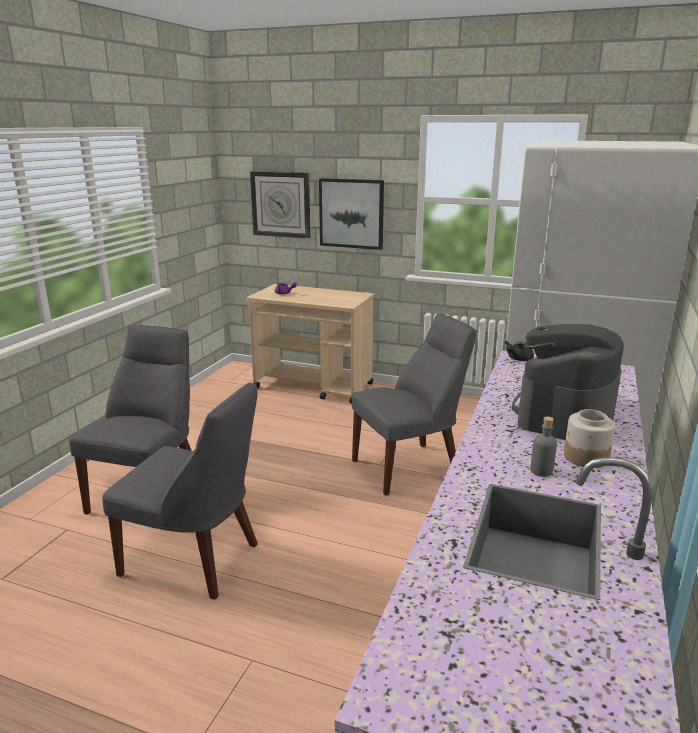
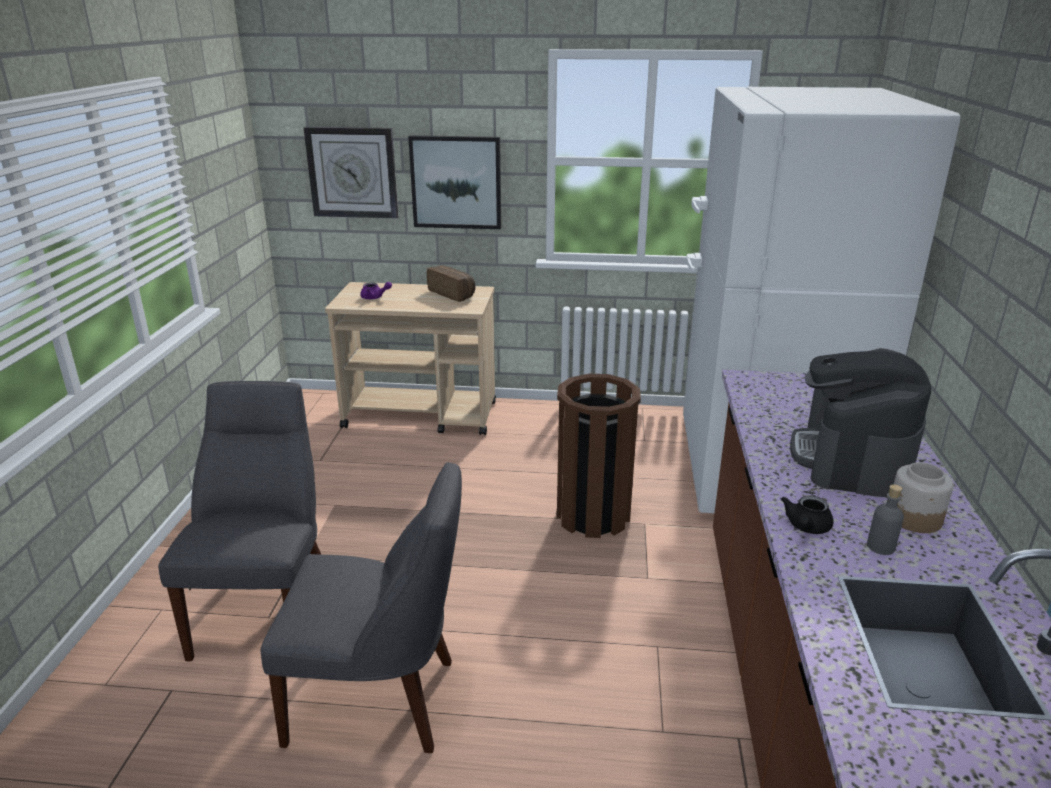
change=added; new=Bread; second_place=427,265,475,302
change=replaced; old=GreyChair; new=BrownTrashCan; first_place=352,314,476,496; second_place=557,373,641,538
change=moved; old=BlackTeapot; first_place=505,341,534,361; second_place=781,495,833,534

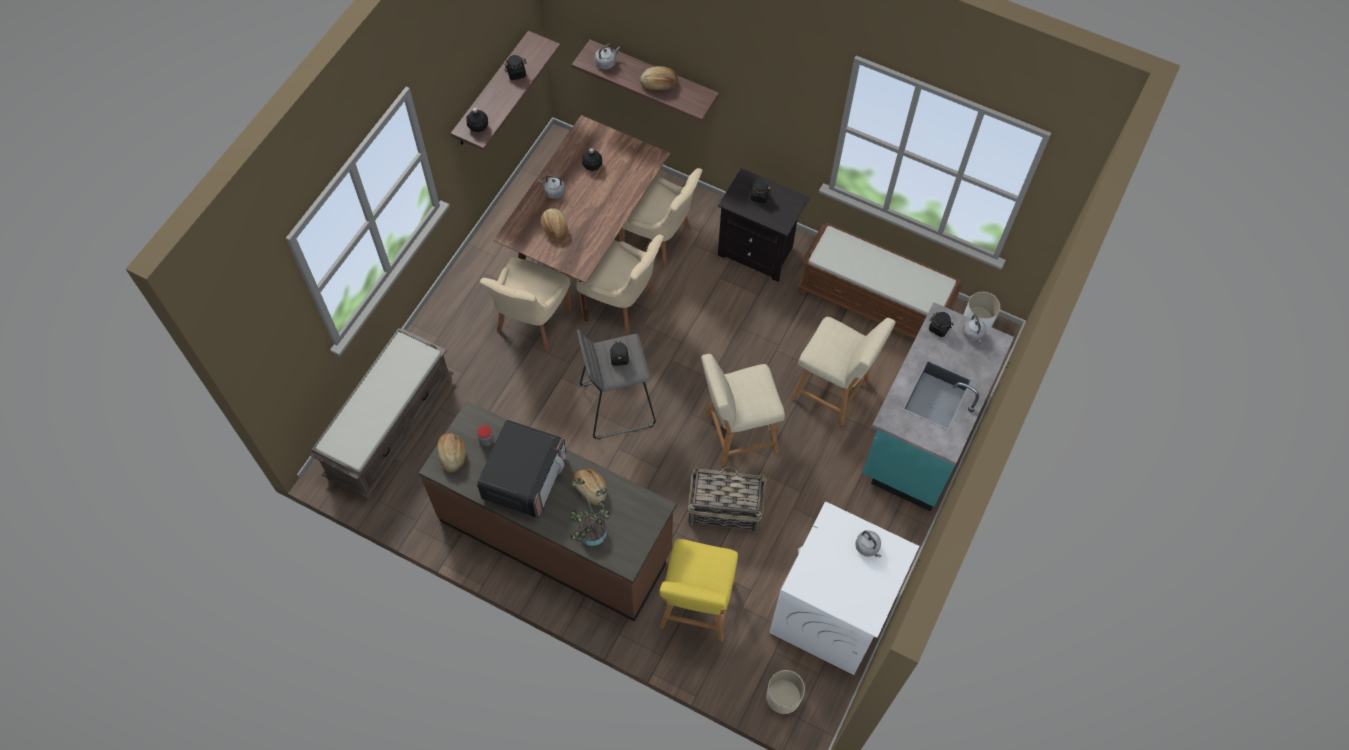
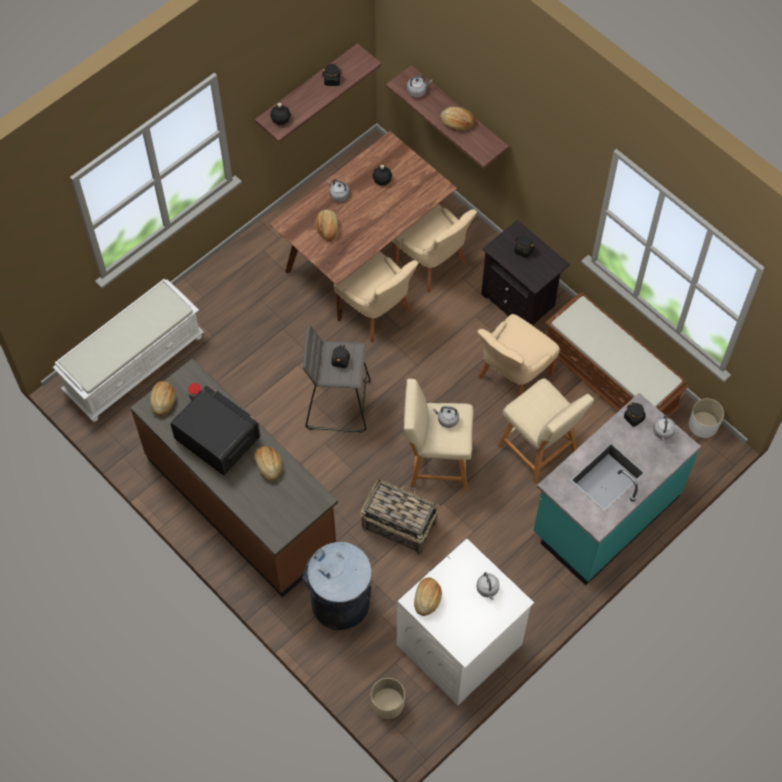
change=recoloured; old=BrownBench; new=WhiteBench; first_place=310,328,454,500; second_place=53,279,204,422
change=turned; old=Microwave; first_place=477,420,567,518; second_place=170,385,261,475; degrees=-90
change=replaced; old=YellowStool; new=GreyTrashCan; first_place=659,539,738,642; second_place=302,542,372,630
change=added; new=Bread; second_place=414,577,442,616
change=added; new=GreyKettle; second_place=433,406,459,428
change=moved; old=BeigeChair; first_place=480,257,571,350; second_place=477,314,560,397
change=removed; old=PottedPlant; first_place=569,478,611,546

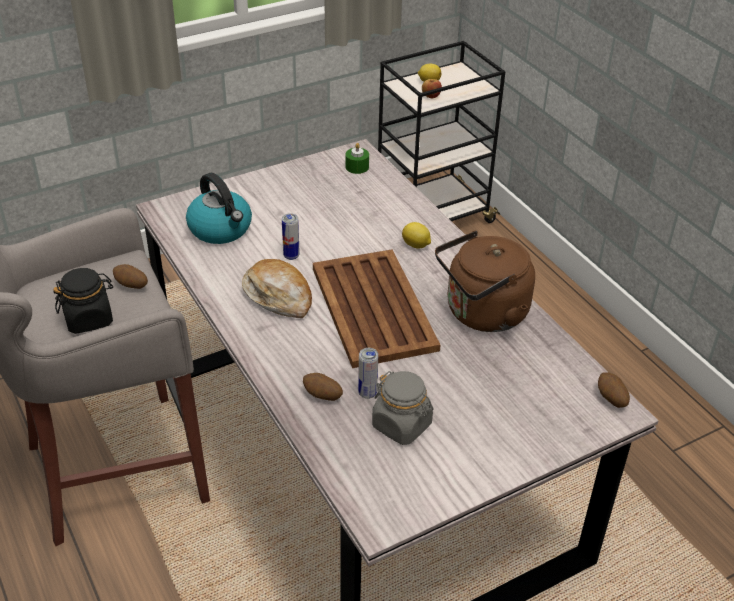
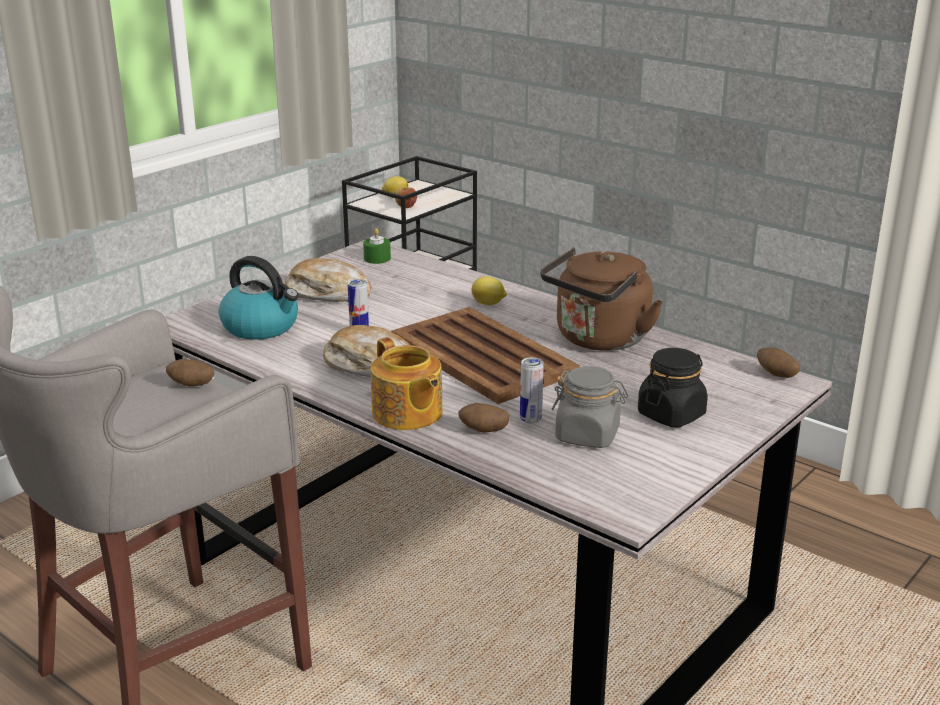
change=added; new=Bread; second_place=285,258,371,302
change=added; new=Teapot; second_place=371,337,443,430
change=moved; old=BlackJar; first_place=53,268,113,334; second_place=638,348,708,427

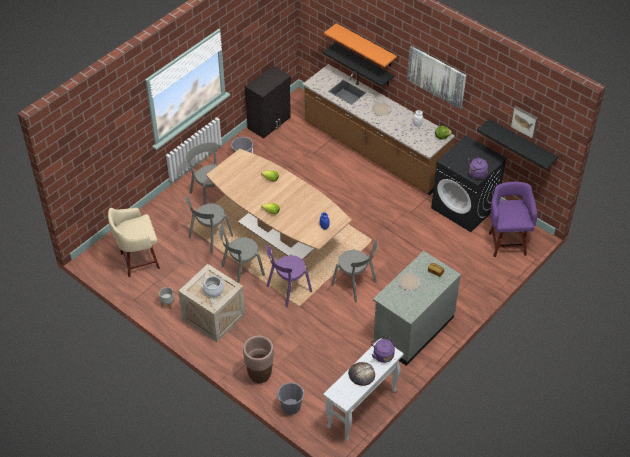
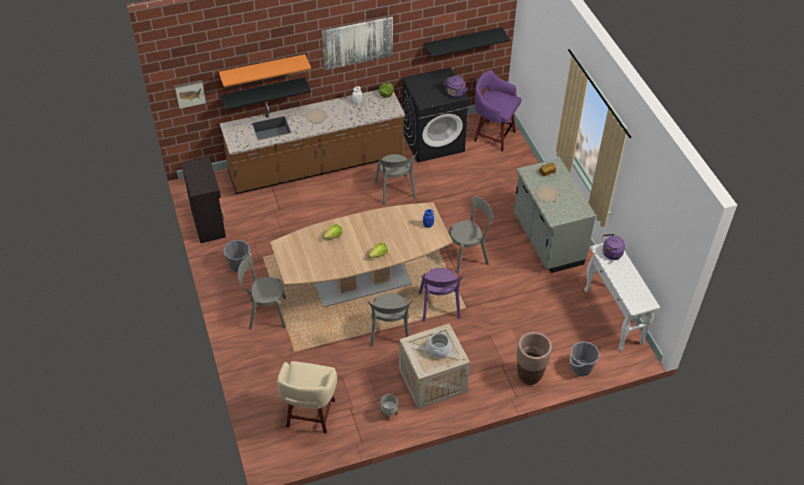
change=moved; old=Picture; first_place=510,106,538,139; second_place=174,80,207,109
change=moved; old=GreyChair; first_place=185,196,233,254; second_place=374,151,418,205
change=removed; old=Bread; first_place=348,362,375,386

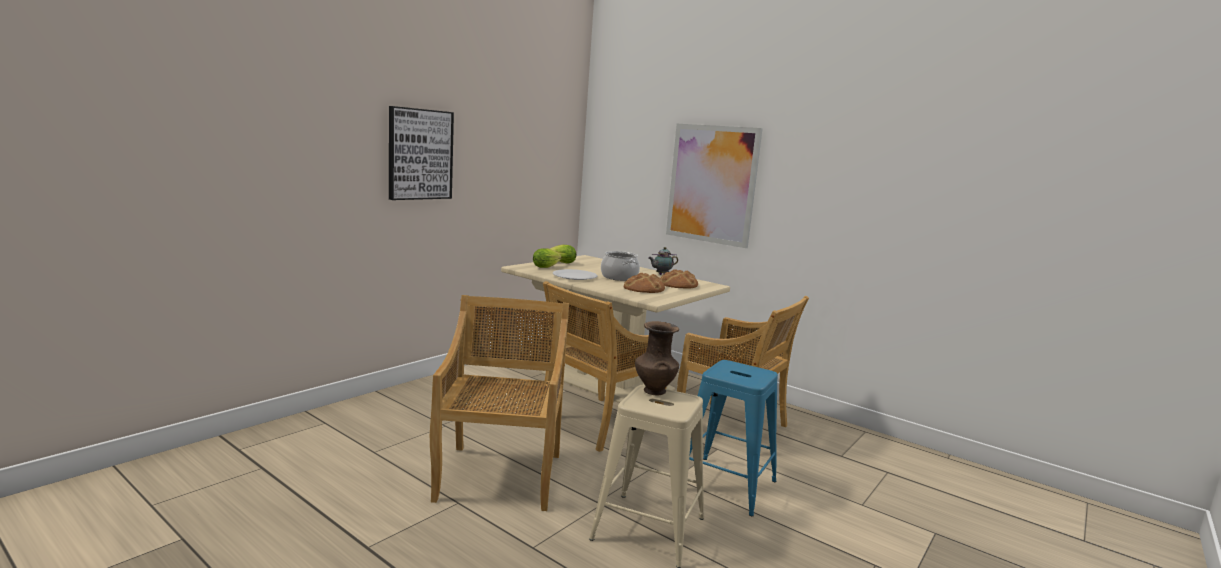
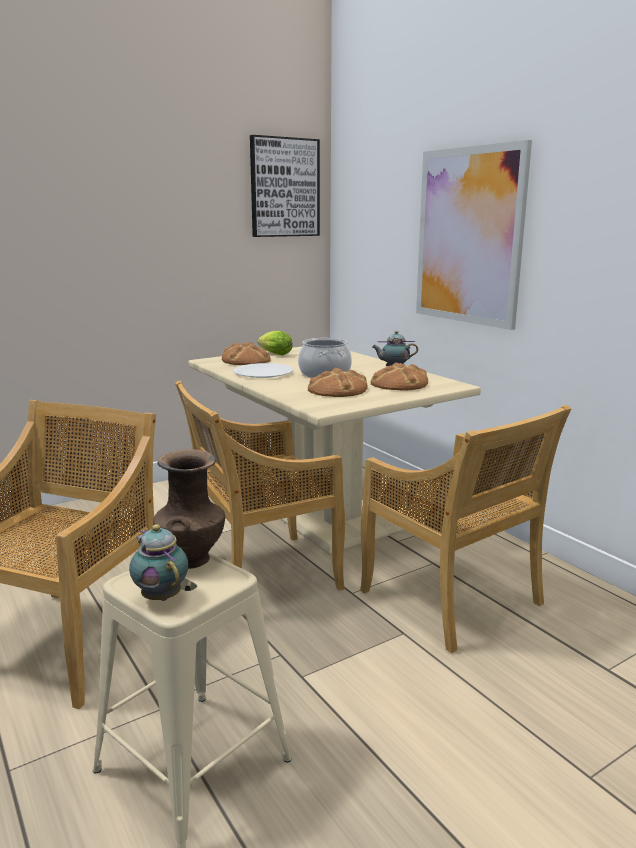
change=added; new=Teapot; second_place=129,524,188,601
change=replaced; old=Lettuce; new=Bread; first_place=533,248,562,268; second_place=222,342,271,365
change=moved; old=Picture; first_place=389,106,454,200; second_place=250,135,320,237
change=removed; old=BlueStool; first_place=689,360,778,516

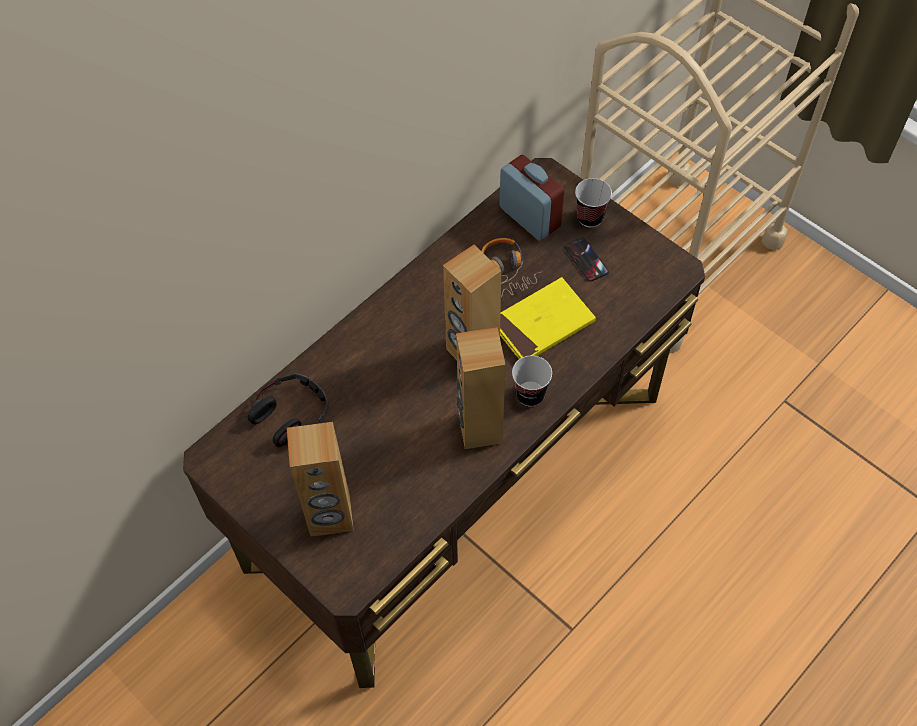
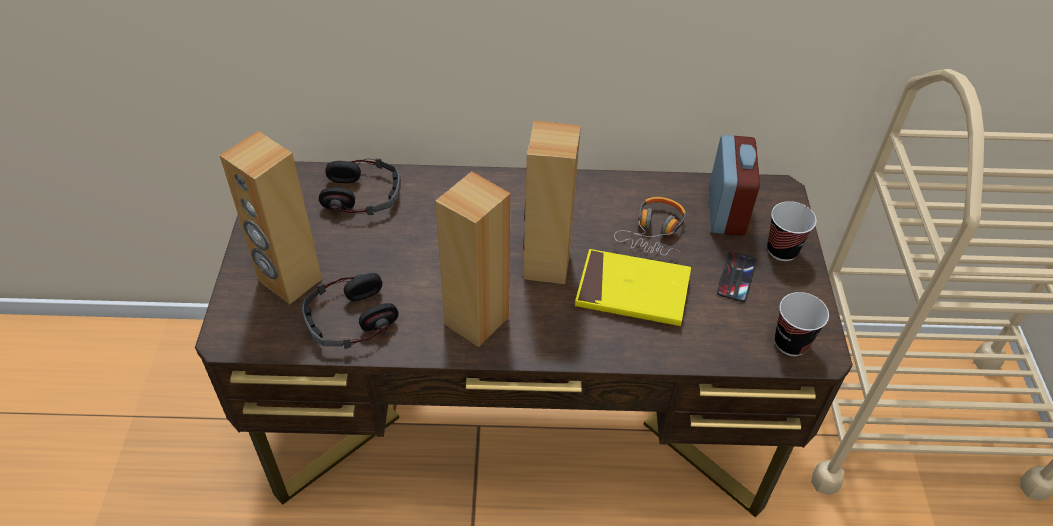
change=added; new=Headphones; second_place=302,273,399,349
change=moved; old=Cup; first_place=512,355,552,406; second_place=775,292,829,356

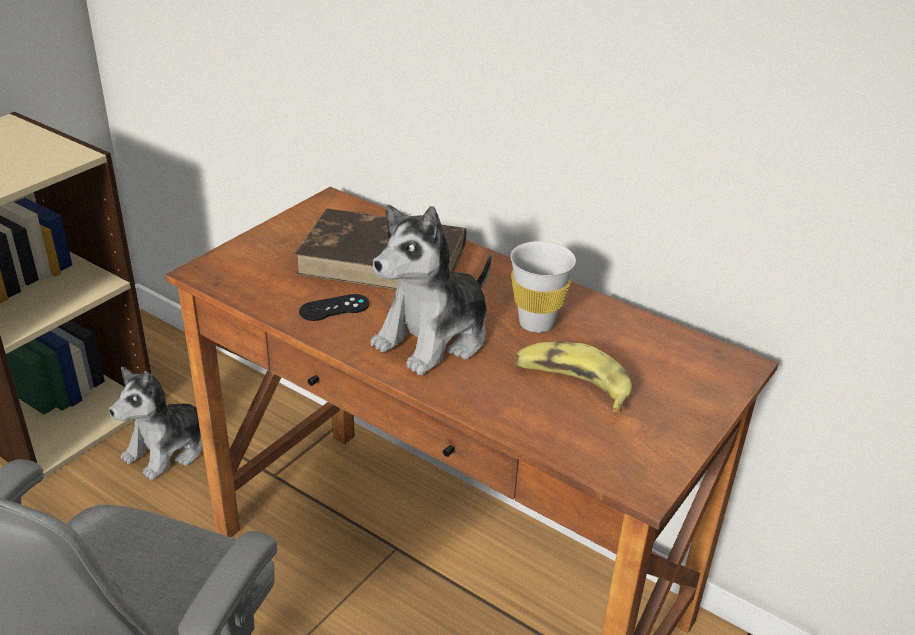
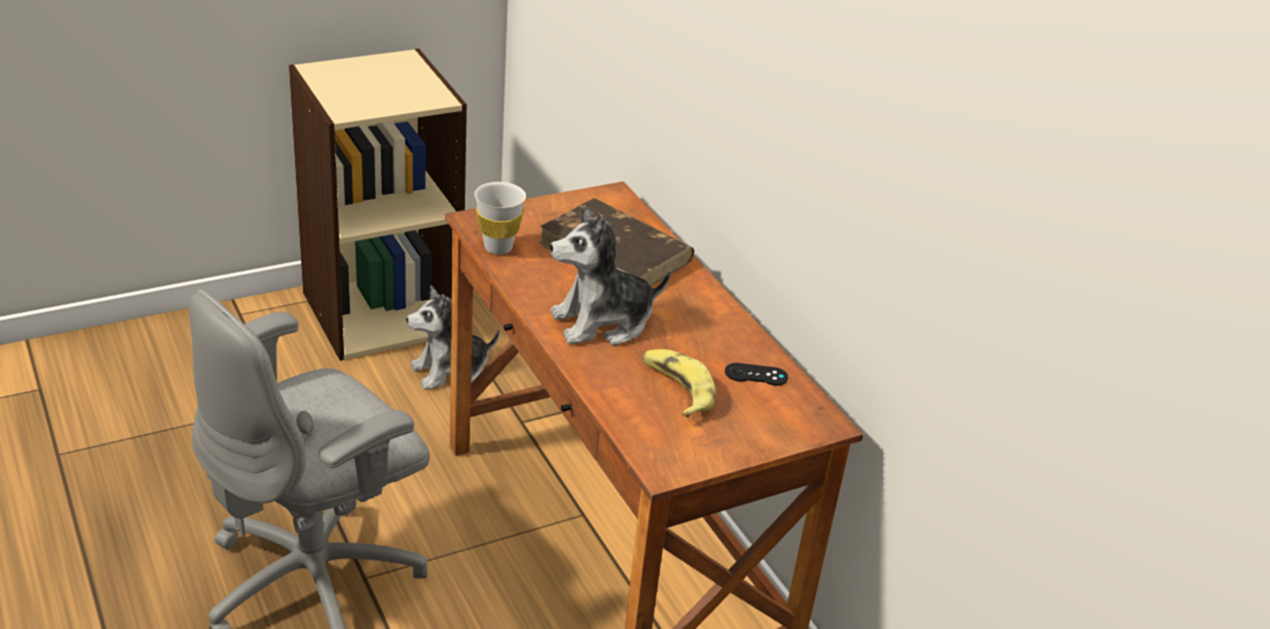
change=moved; old=WhiteCup; first_place=510,241,576,333; second_place=475,182,526,255
change=moved; old=BlackGameController; first_place=299,294,369,321; second_place=725,363,788,386

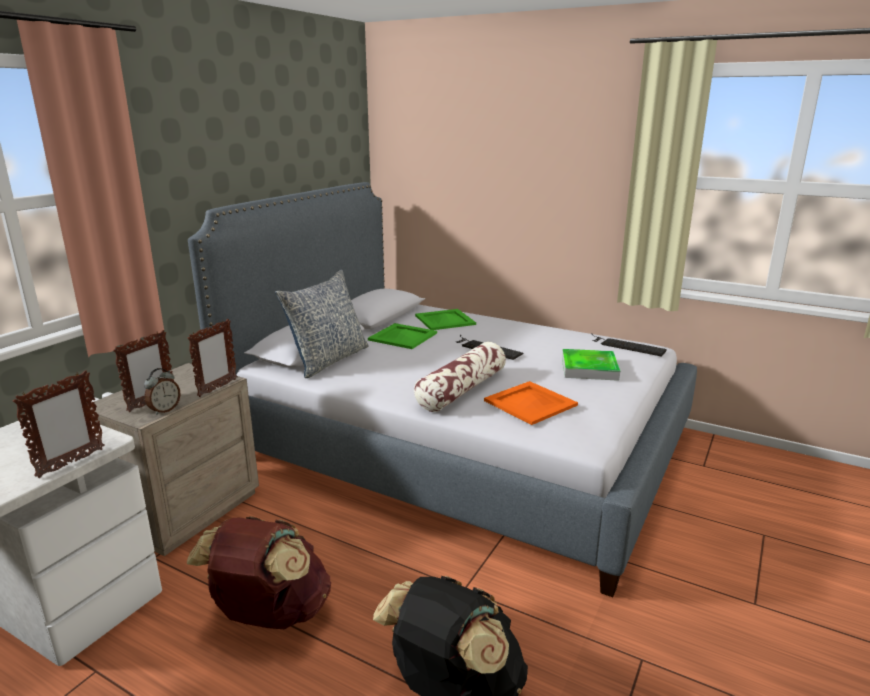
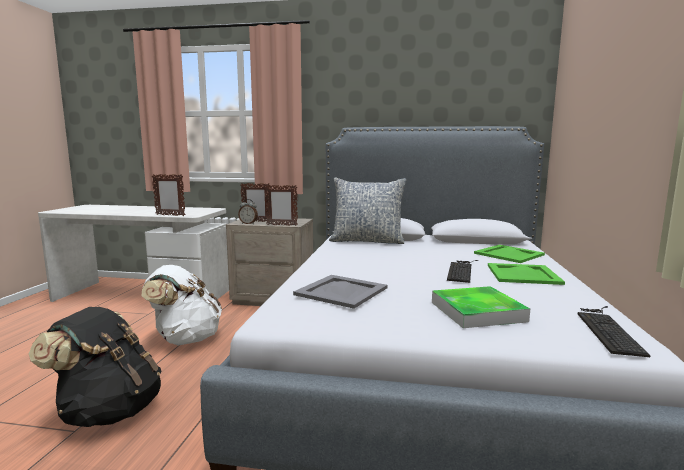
change=recoloured; old=BrownBackpack; new=WhiteBackpack; first_place=187,516,331,629; second_place=142,265,222,346
change=recoloured; old=OrangeTray; new=GreyTray; first_place=484,381,578,425; second_place=293,275,387,309
change=moved; old=GreenTray; first_place=368,323,437,349; second_place=488,263,565,285
change=removed; old=Pillow; first_place=414,342,506,412

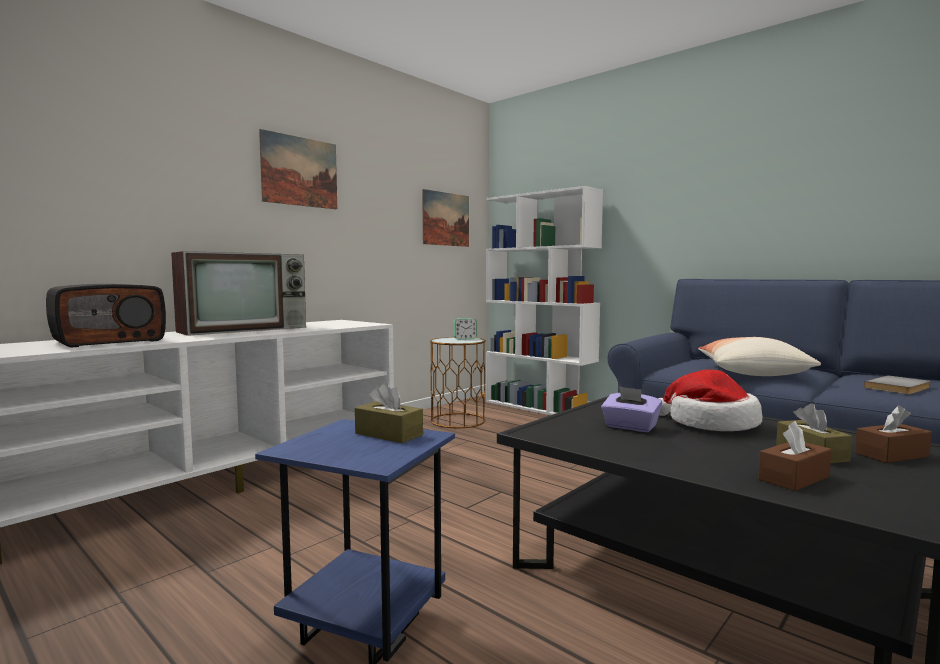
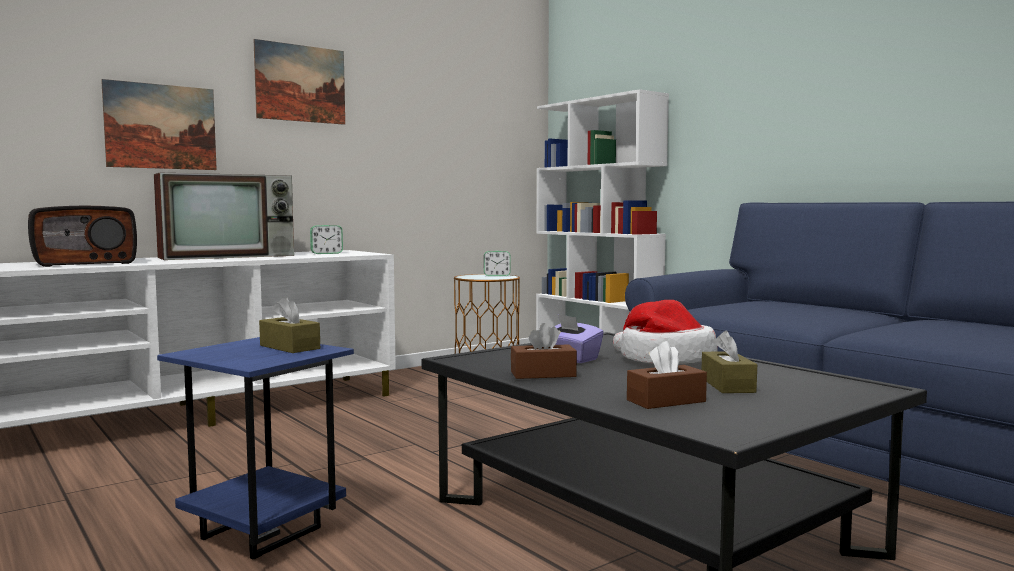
change=moved; old=Picture; first_place=422,189,469,247; second_place=101,79,217,170
change=added; new=AlarmClock; second_place=310,225,343,254
change=moved; old=BrownTissueBox; first_place=855,405,932,463; second_place=511,323,577,379
change=removed; old=Pillow; first_place=698,337,821,376
change=removed; old=GreyBook; first_place=864,376,931,394

